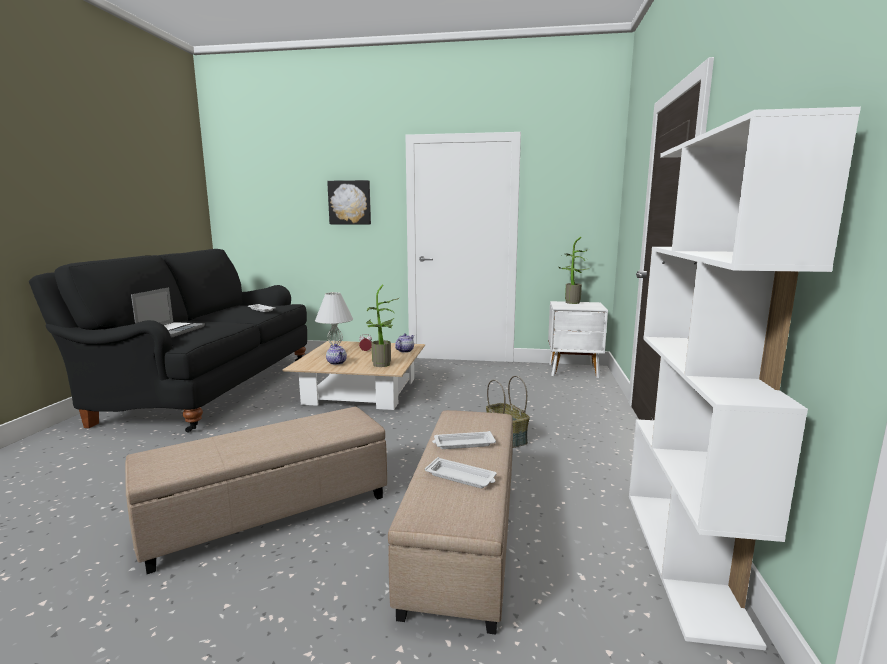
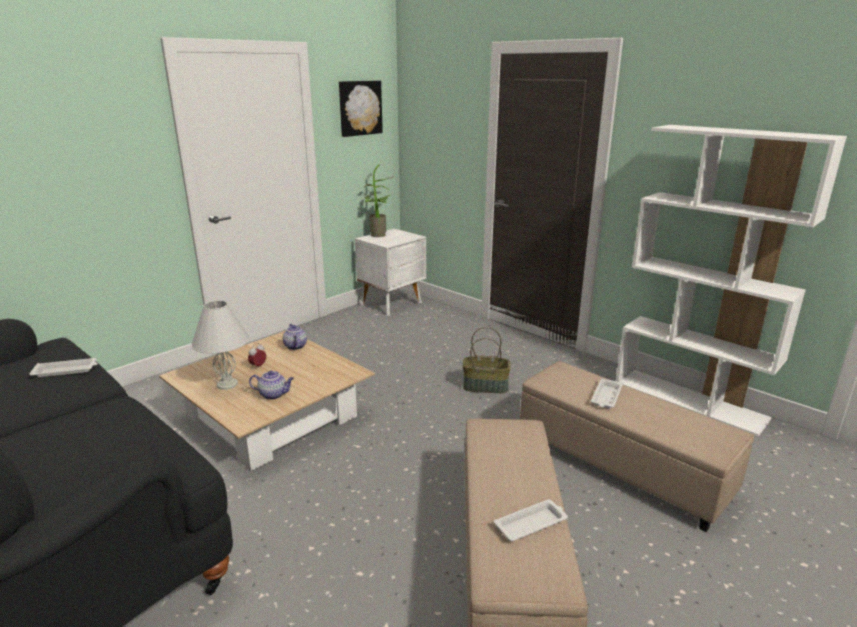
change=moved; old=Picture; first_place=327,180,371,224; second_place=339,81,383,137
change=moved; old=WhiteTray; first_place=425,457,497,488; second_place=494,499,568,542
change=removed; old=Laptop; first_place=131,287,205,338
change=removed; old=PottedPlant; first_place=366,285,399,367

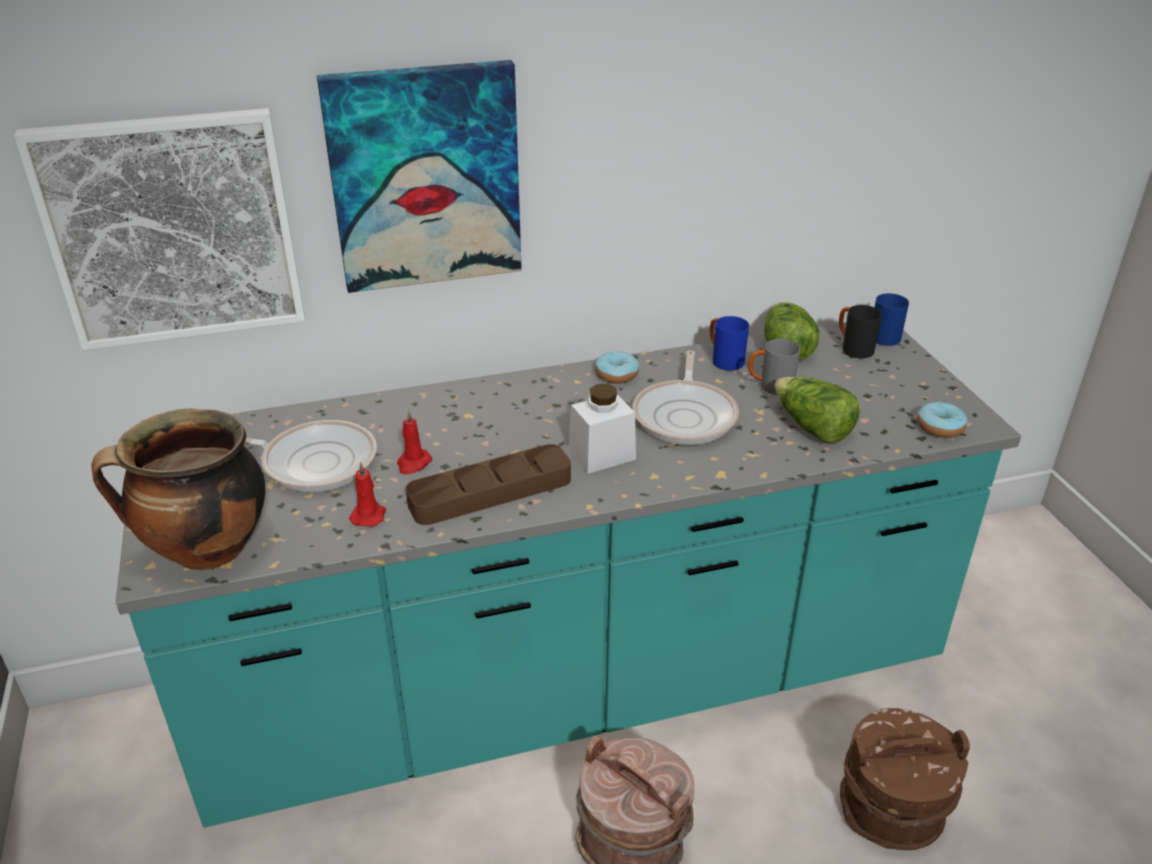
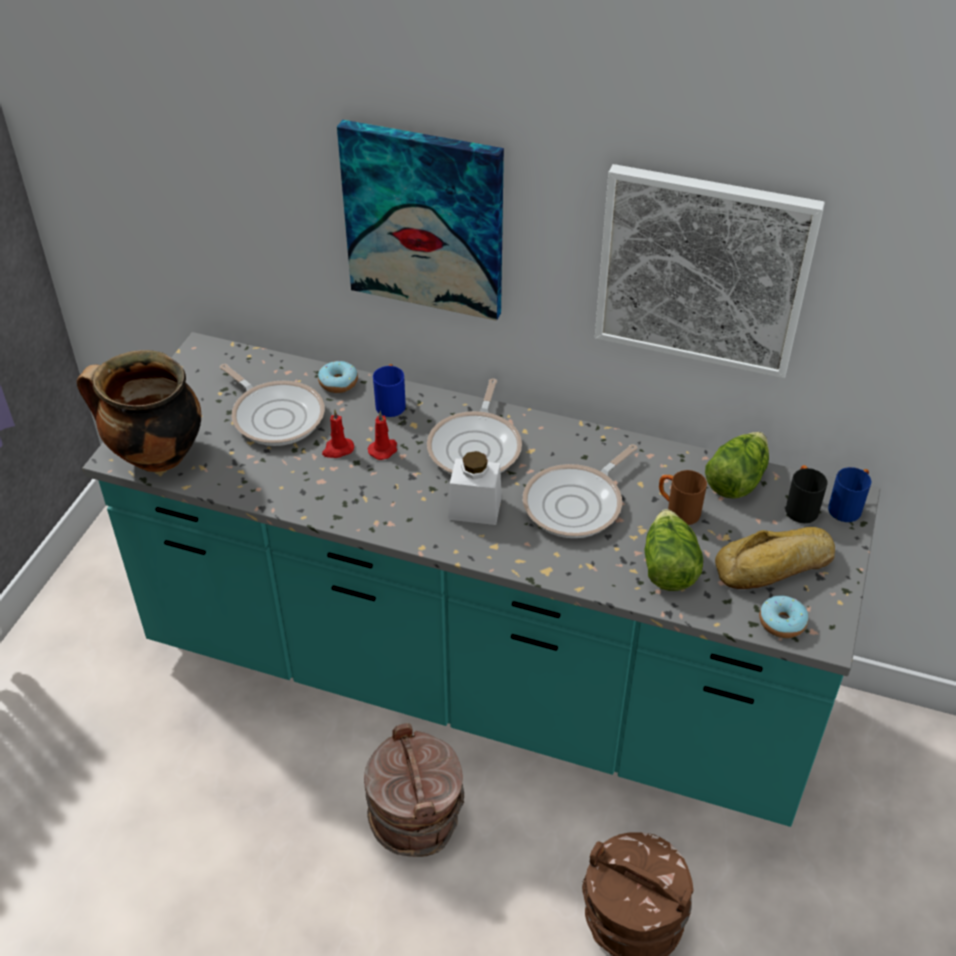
change=moved; old=Donut; first_place=595,351,639,384; second_place=318,360,358,393
change=moved; old=RedCandle; first_place=349,462,386,527; second_place=368,411,397,460
change=moved; old=BlueMug; first_place=710,316,749,371; second_place=373,364,406,417
change=added; new=FryingPan; second_place=427,378,522,475
change=moved; old=Picture; first_place=14,108,305,351; second_place=595,164,825,378
change=recoloured; old=GreyMug; new=BrownMug; first_place=748,339,801,395; second_place=659,470,707,525
change=added; new=Bread; second_place=715,527,835,589
change=removed; old=BrownTray; first_place=406,444,571,525

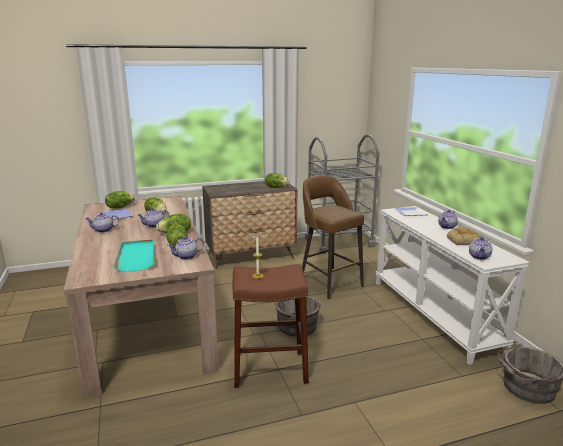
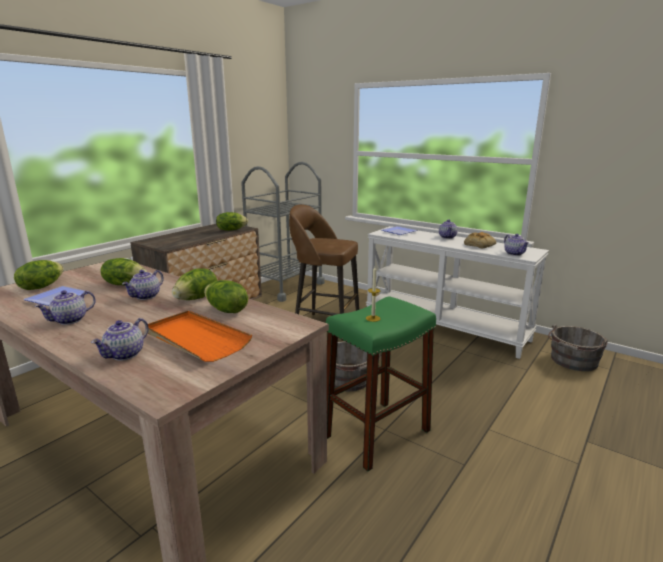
change=moved; old=Teapot; first_place=168,236,204,260; second_place=91,318,149,361
change=recoloured; old=TurquoiseTray; new=OrangeTray; first_place=114,239,155,272; second_place=148,311,252,362
change=recoloured; old=BrownStool; new=GreenStool; first_place=233,264,309,388; second_place=326,296,436,471

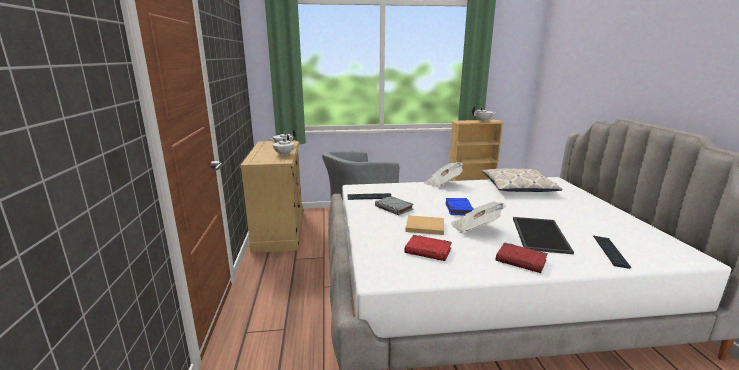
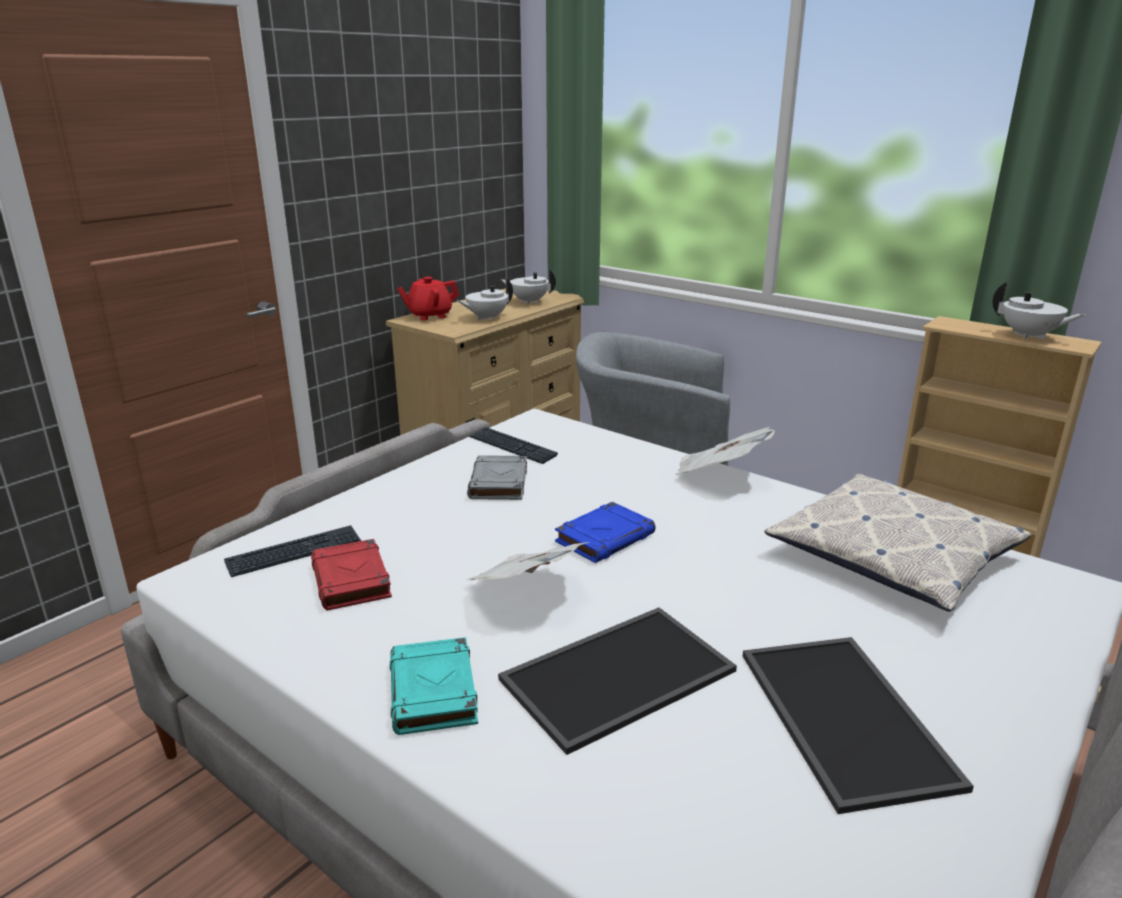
change=moved; old=Keyboard; first_place=593,236,632,269; second_place=224,525,361,577
change=recoloured; old=RedBook; new=TurquoiseBook; first_place=496,242,548,273; second_place=390,637,478,735
change=added; new=RedTeapot; second_place=397,277,459,320
change=added; new=Tray; second_place=743,637,974,814
change=removed; old=BeigeBook; first_place=405,215,444,235

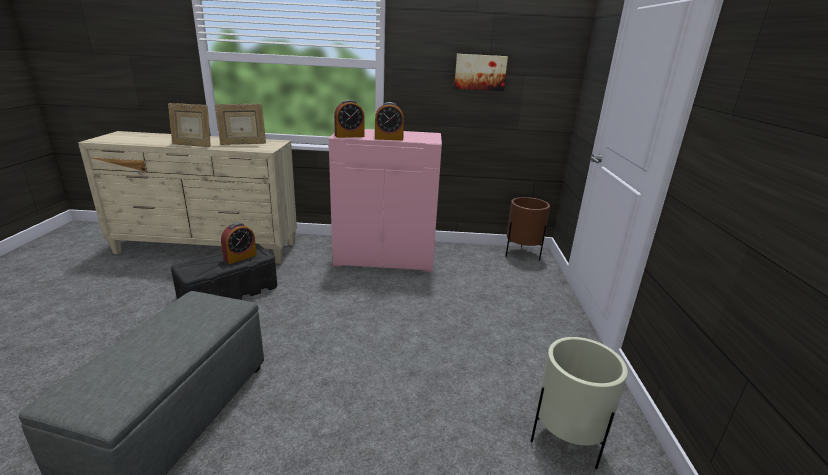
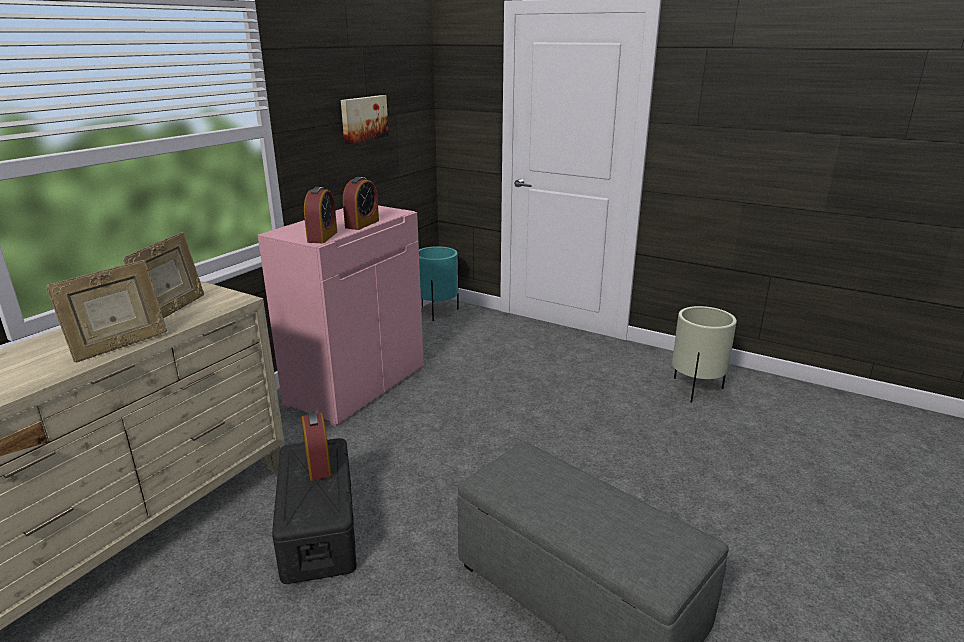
change=recoloured; old=BrownPlanter; new=TurquoisePlanter; first_place=506,197,550,261; second_place=419,246,459,321

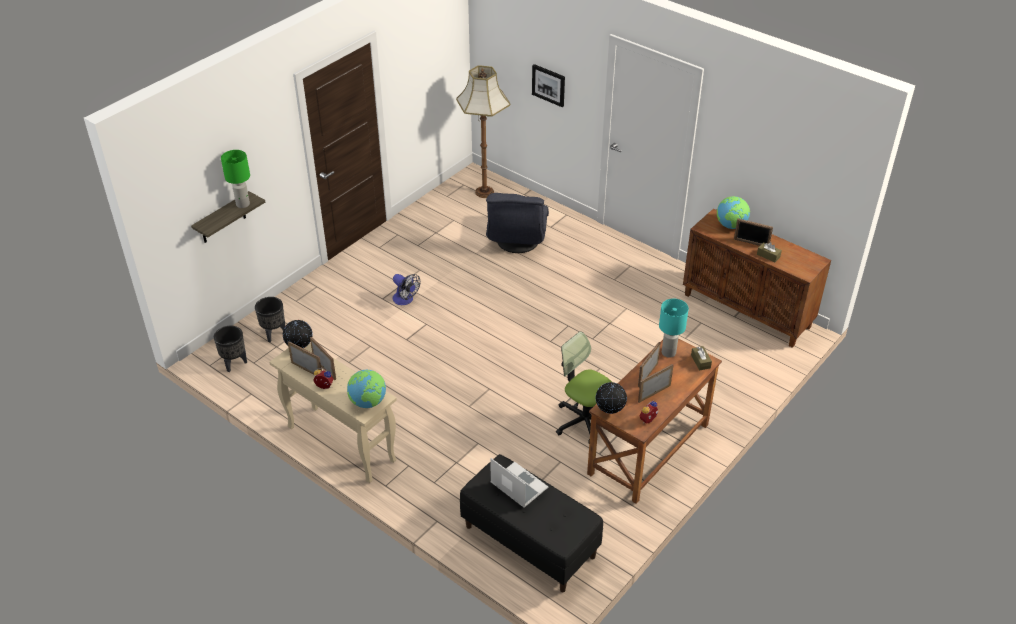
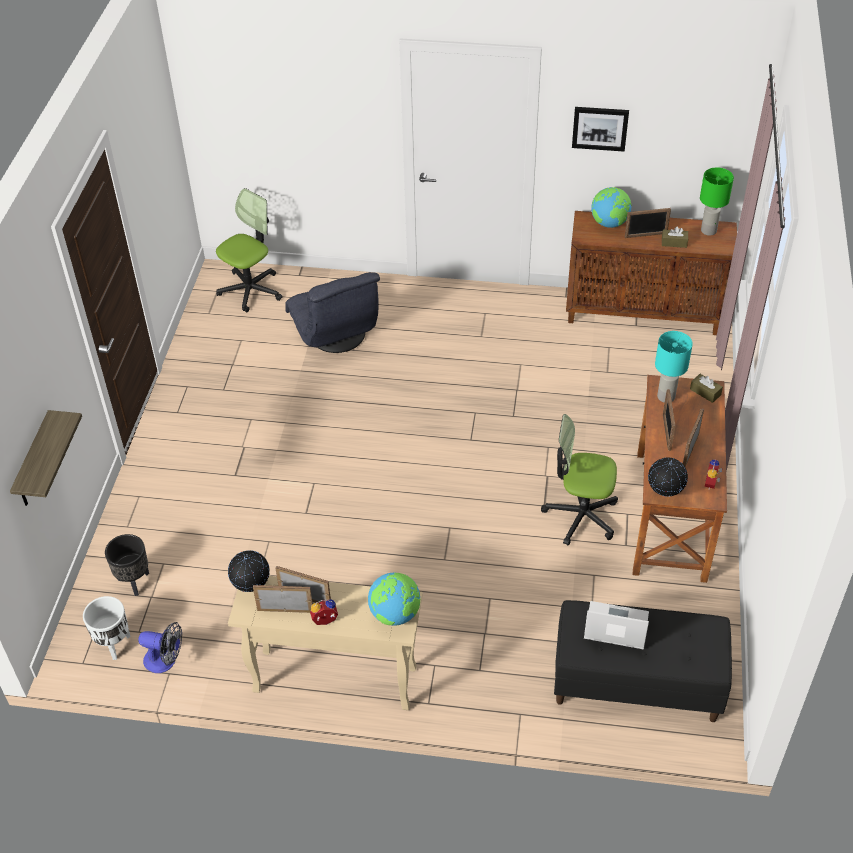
change=recoloured; old=BlackPlanter; new=WhitePlanter; first_place=214,326,247,372; second_place=83,596,131,660
change=moved; old=Fan; first_place=392,274,420,305; second_place=138,622,182,673
change=replaced; old=FloorLamp; new=OfficeChair; first_place=456,65,510,198; second_place=216,188,283,312
change=moved; old=Picture; first_place=532,64,565,107; second_place=572,107,629,152
change=moved; old=GreenTableLamp; first_place=221,150,250,208; second_place=700,168,734,236

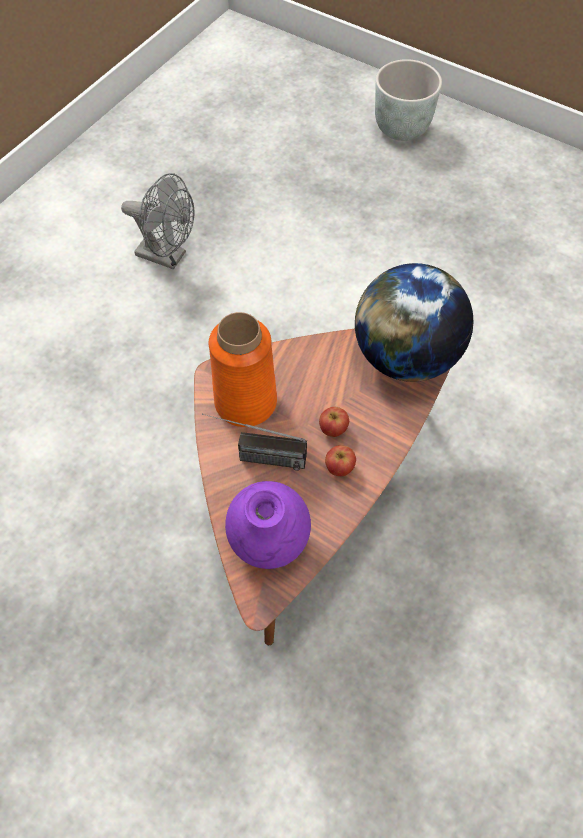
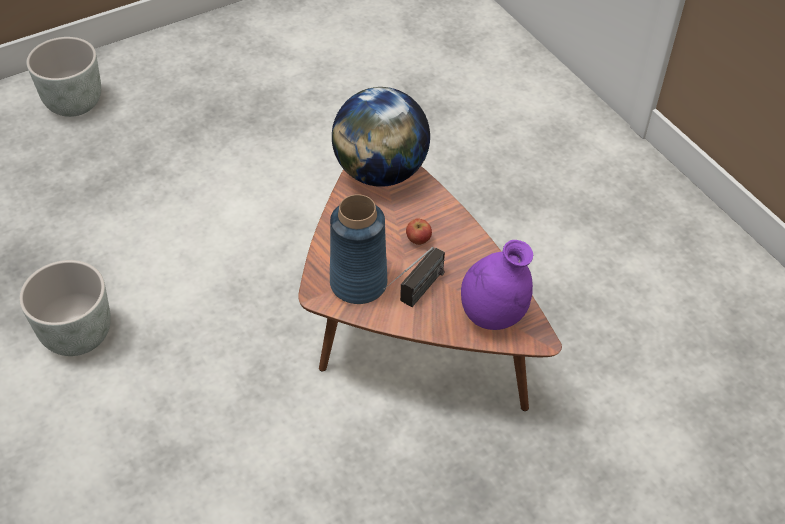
change=replaced; old=GreyFan; new=GreyPlanter; first_place=121,173,194,270; second_place=19,260,111,356
change=recoloured; old=OrangeVase; new=BlueVase; first_place=209,312,277,427; second_place=330,194,387,304
change=removed; old=Apple; first_place=325,445,356,477

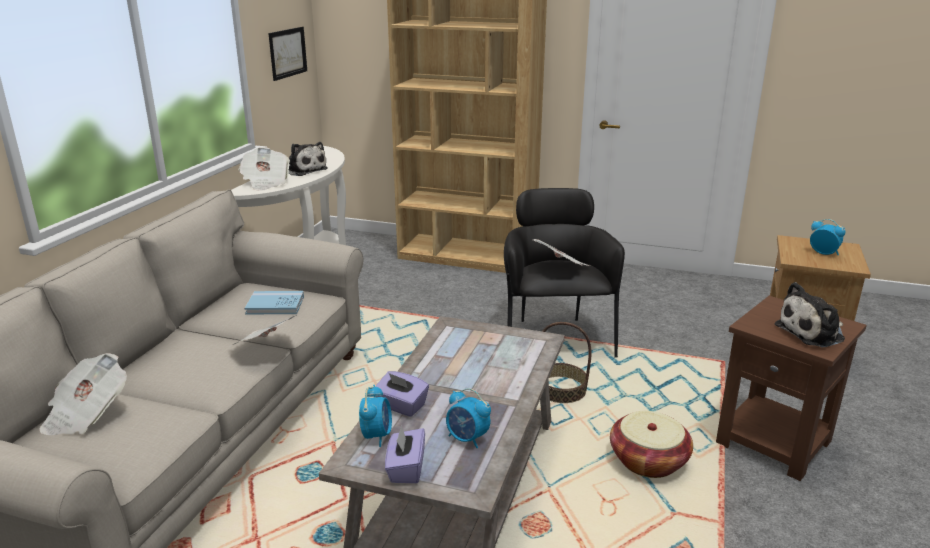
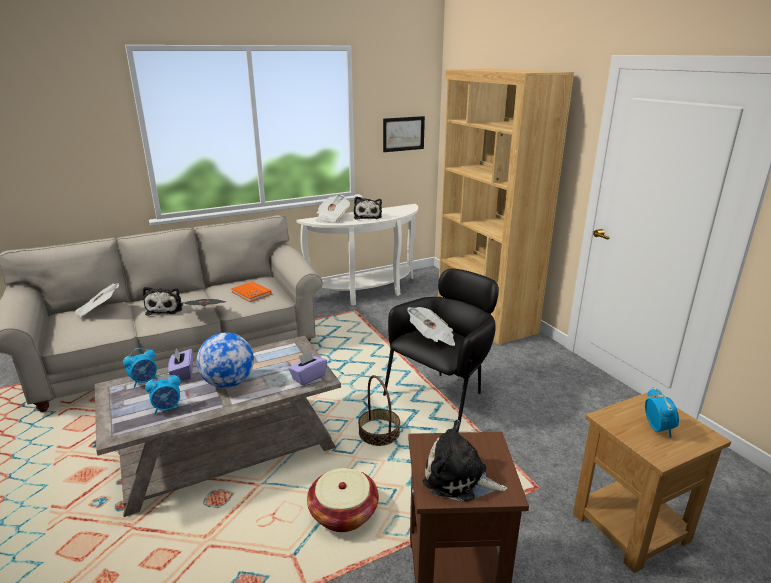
change=added; new=PlushToy; second_place=143,287,183,316
change=turned; old=AlarmClock; first_place=446,388,491,448; second_place=145,373,181,415; degrees=-105
change=added; new=Globe; second_place=197,333,254,388
change=recoloured; old=BlueBook; new=OrangeBook; first_place=245,291,304,315; second_place=231,281,272,302
change=moved; old=PurpleTissueBox; first_place=385,426,425,483; second_place=289,351,327,386

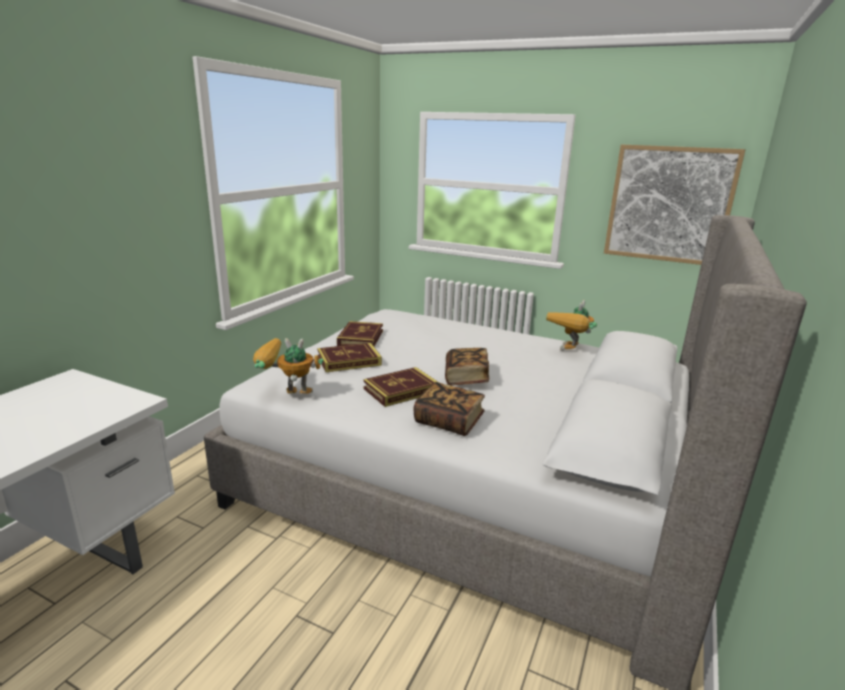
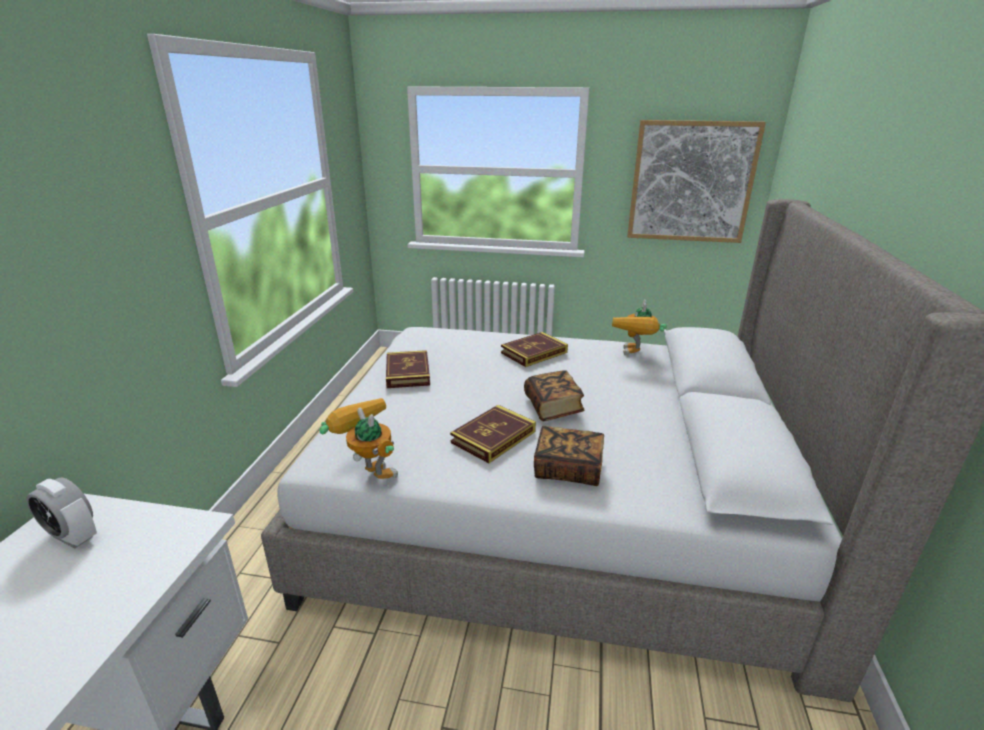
change=added; new=AlarmClock; second_place=26,477,97,548
change=turned; old=ToyRobot; first_place=253,338,324,394; second_place=319,398,398,479; degrees=60
change=moved; old=Book; first_place=317,343,382,372; second_place=501,332,568,367

